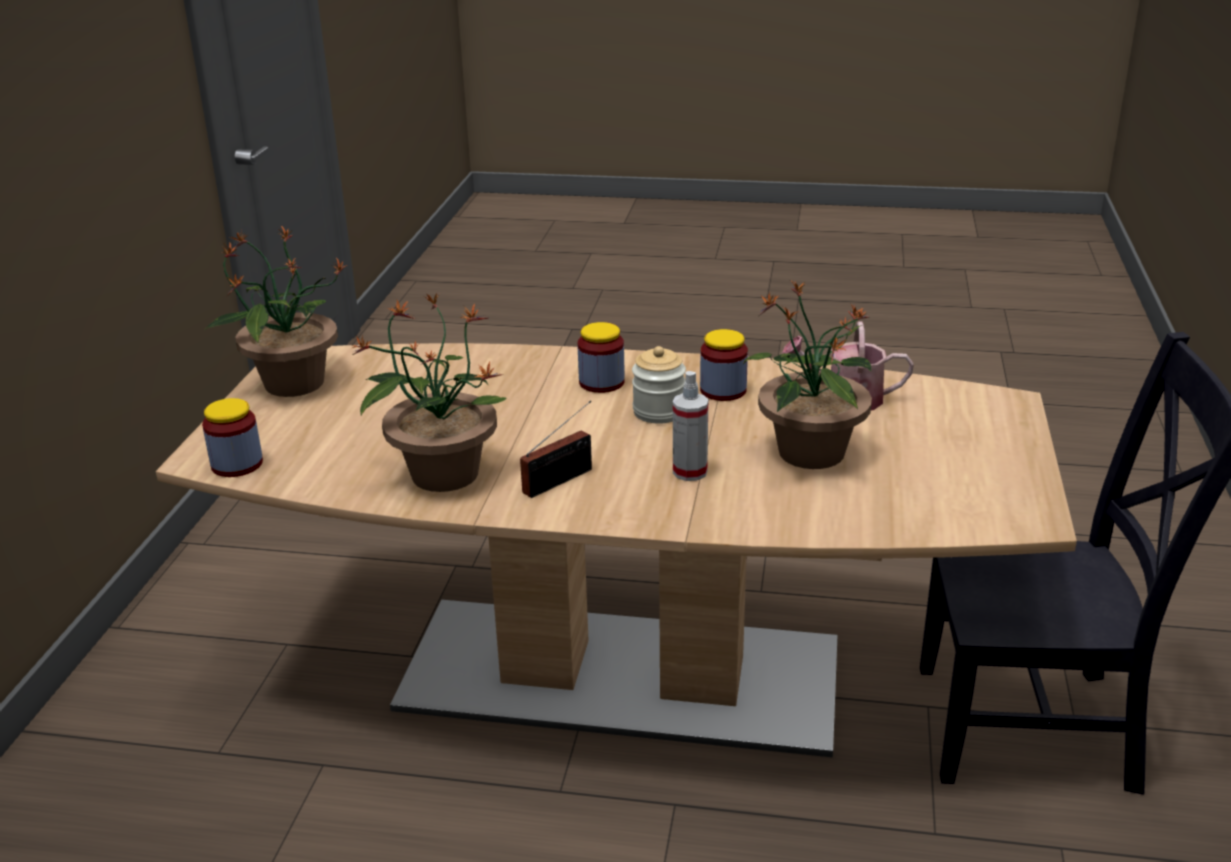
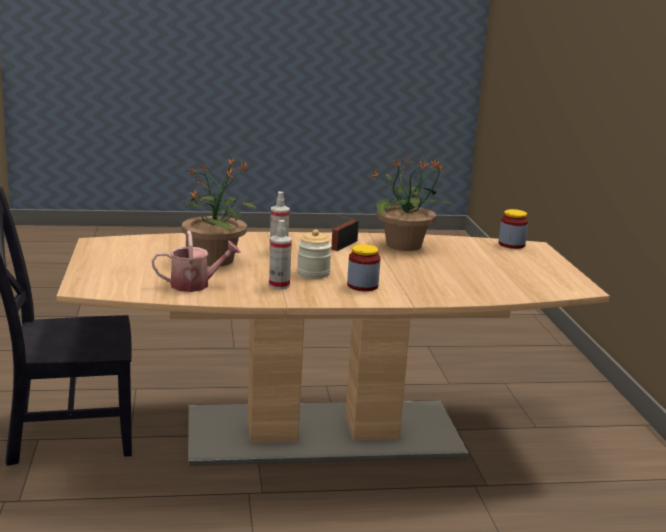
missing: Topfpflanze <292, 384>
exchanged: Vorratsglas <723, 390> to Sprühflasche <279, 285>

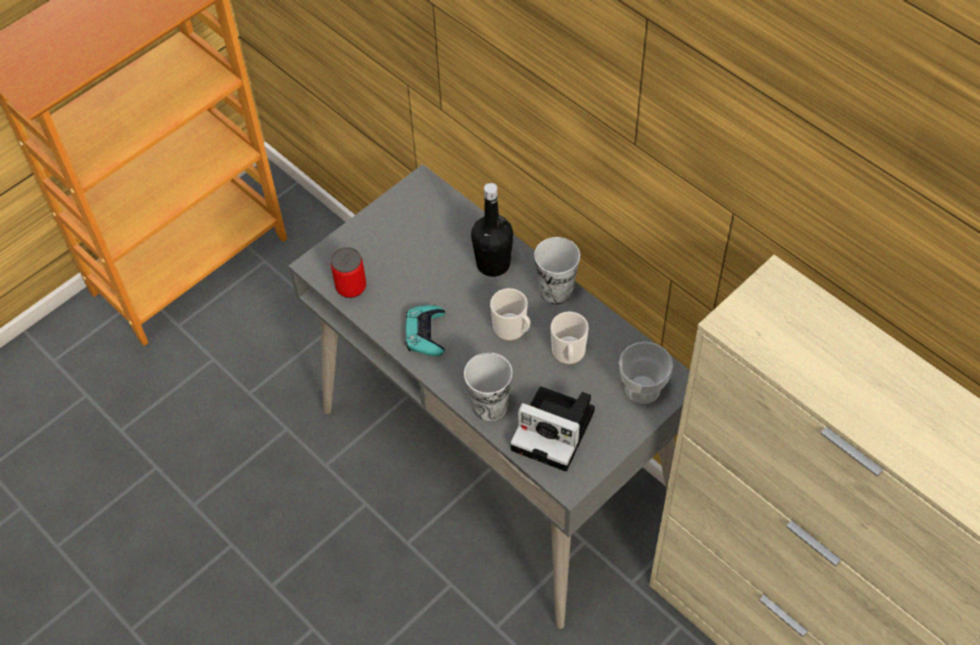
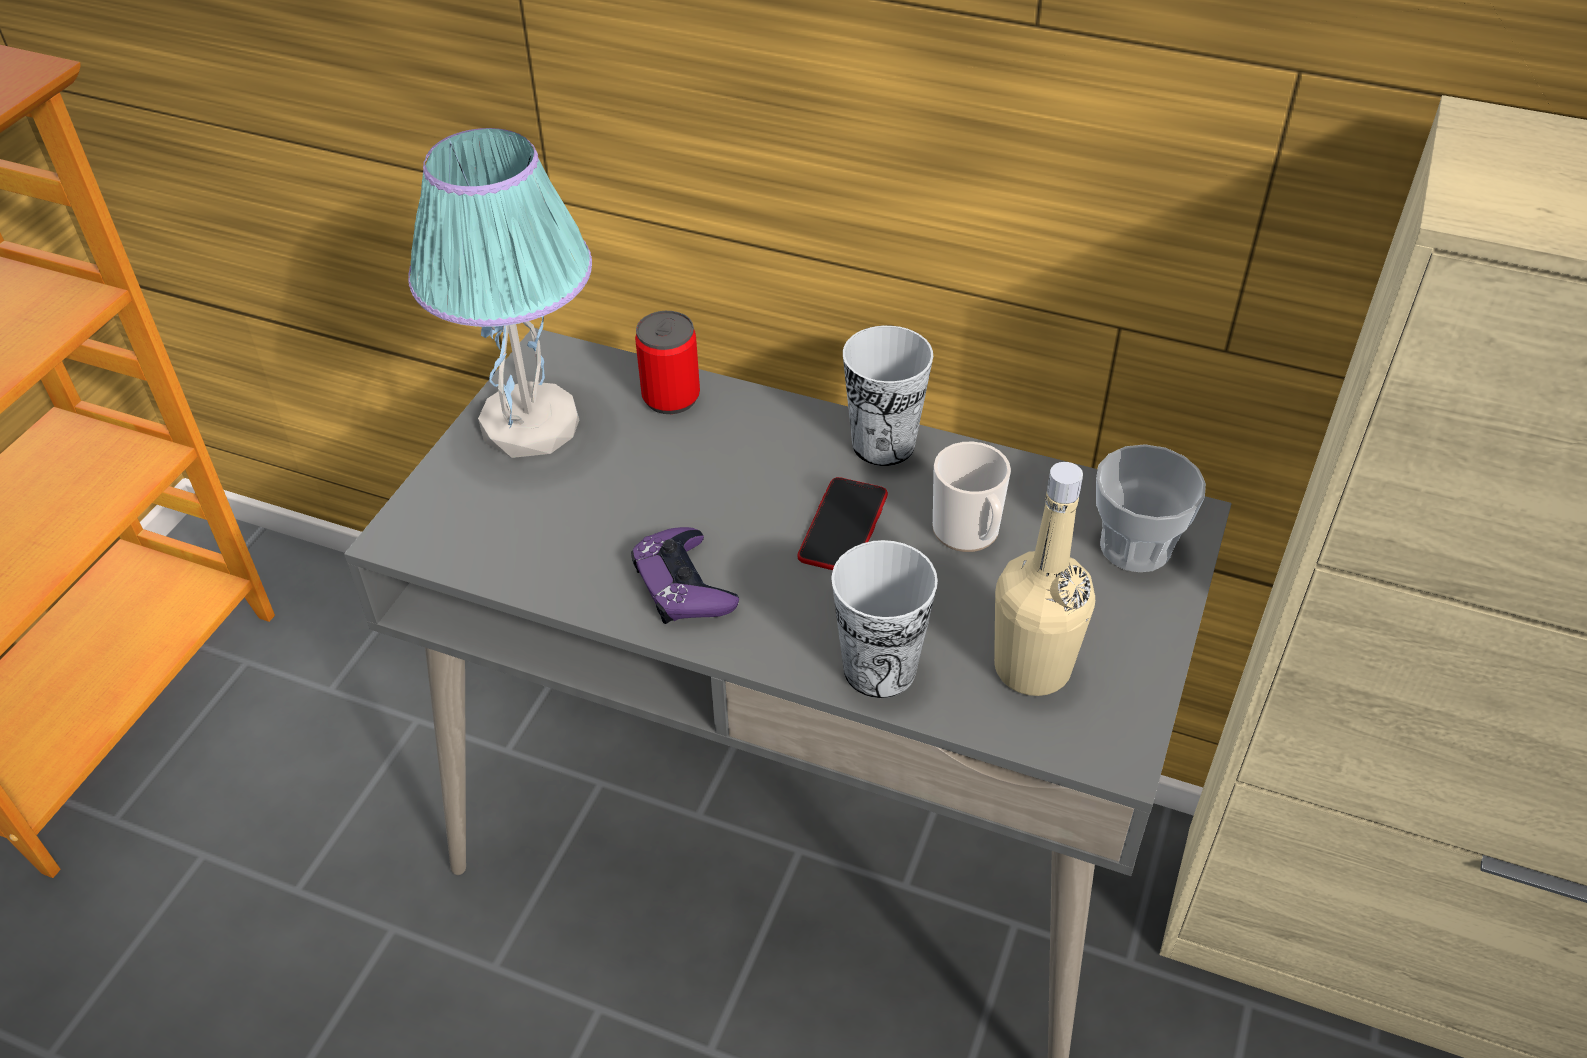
missing: Flasche [schwarz] <493, 264>
appeared: Tischlampe <530, 426>
relocated: Dose <351, 287> to <671, 397>
exchanged: Henkelbecher <512, 329> to Handy <843, 527>; Kamera <556, 430> to Flasche [beige] <1032, 668>
colour: Gamepad [türkis] <426, 334> to Gamepad [lila] <683, 585>

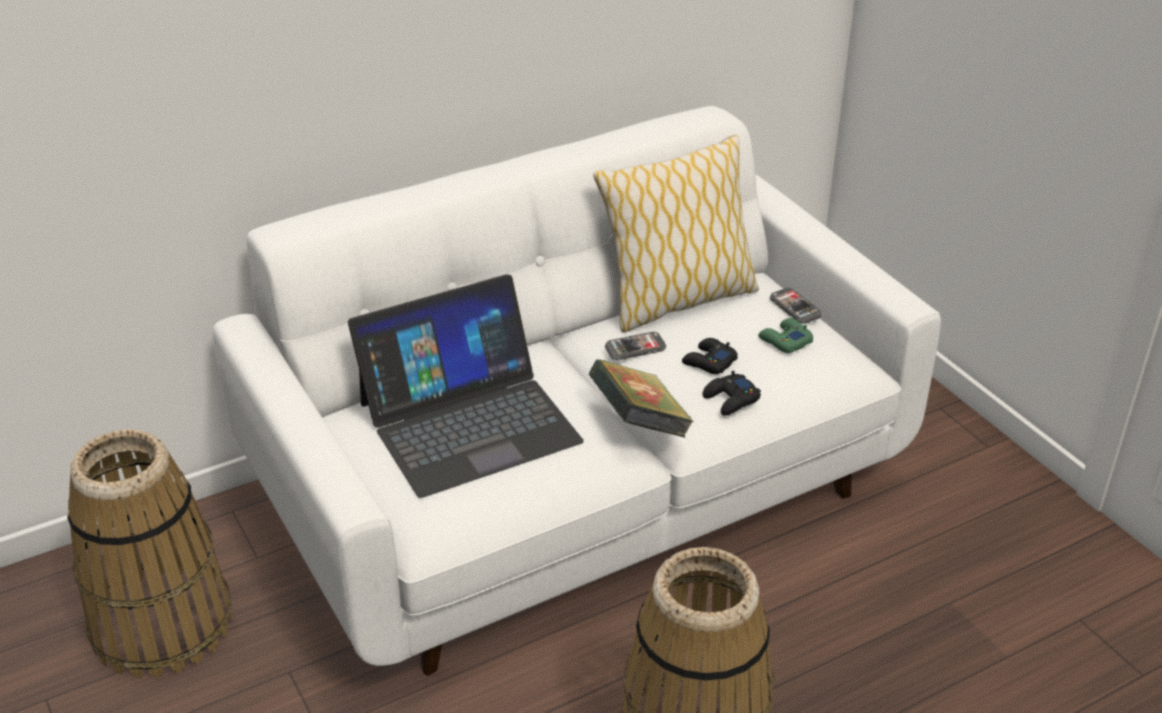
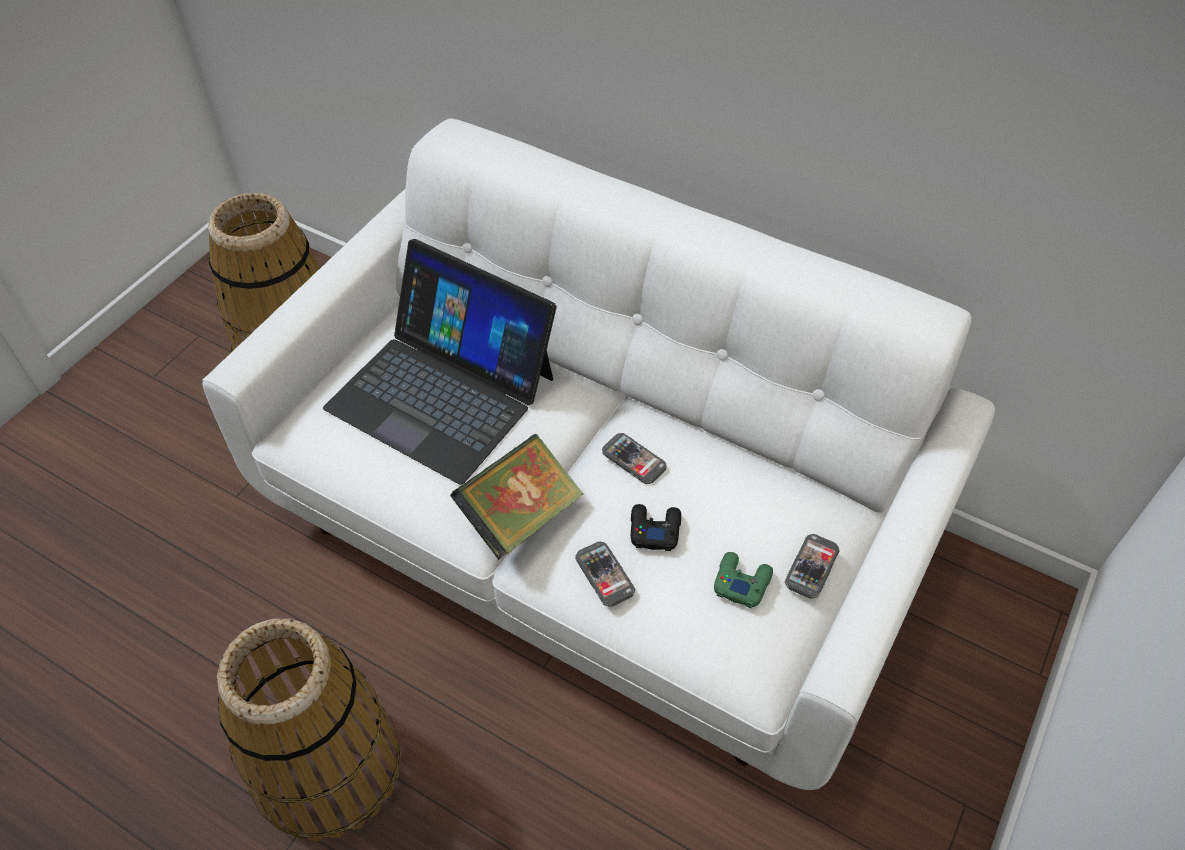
missing: Kissen <677, 301>
exchanged: Gamepad [schwarz] <731, 400> to Handy <604, 575>

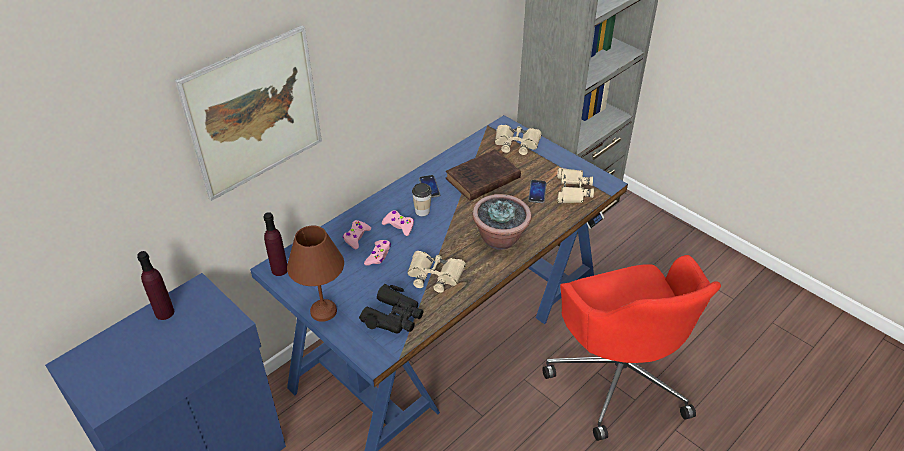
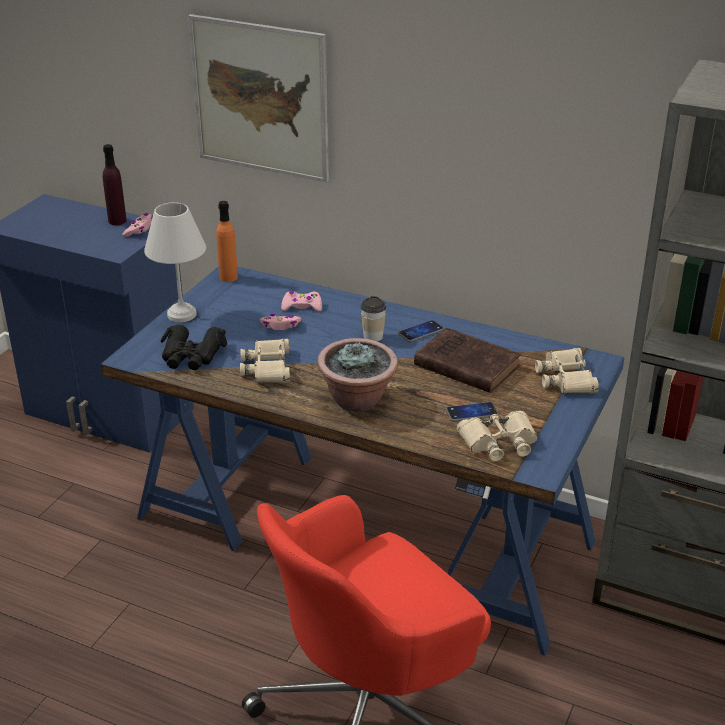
relocated: Gamepad [rosa] <399, 225> to <139, 229>
colour: Flasche [lila] <279, 270> to Flasche [orange] <228, 277>; Tischlampe [braun] <325, 311> to Tischlampe [weiß] <182, 315>

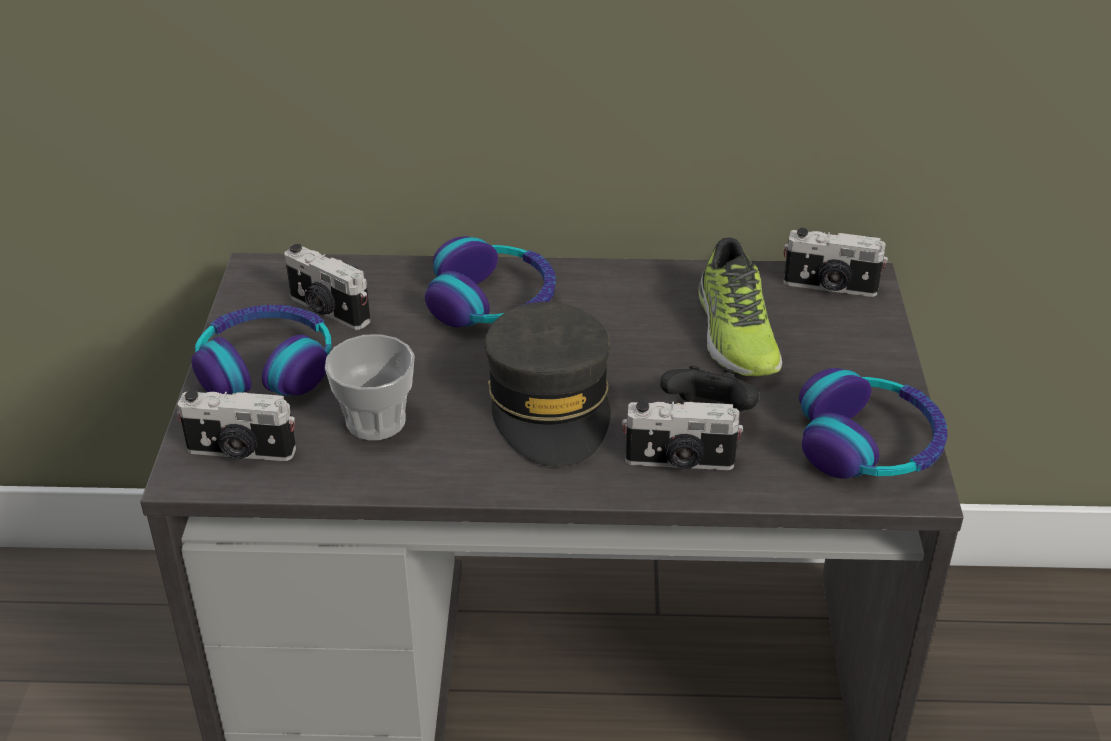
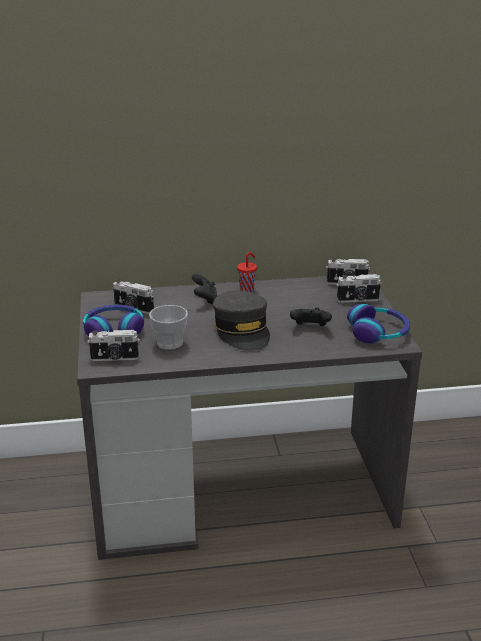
missing: Schuh <734, 333>
appeared: Tasse [rot] <247, 289>
relocated: Kamera <679, 462> to <358, 300>
exchanged: Kopfhörer <492, 302> to Gamepad [schwarz] <205, 299>

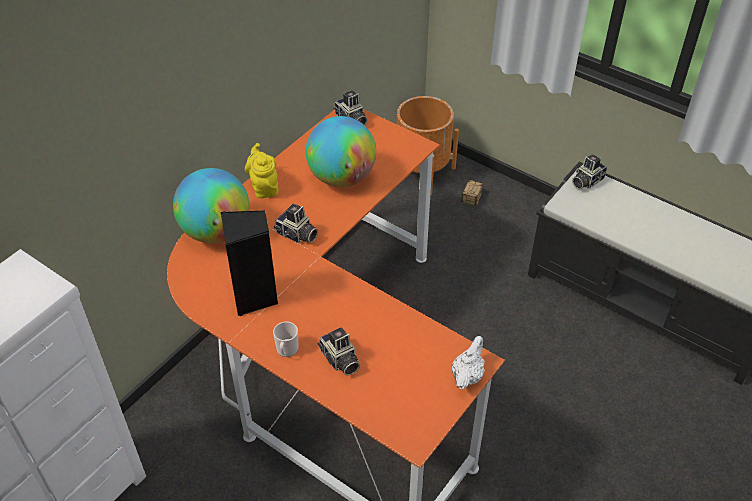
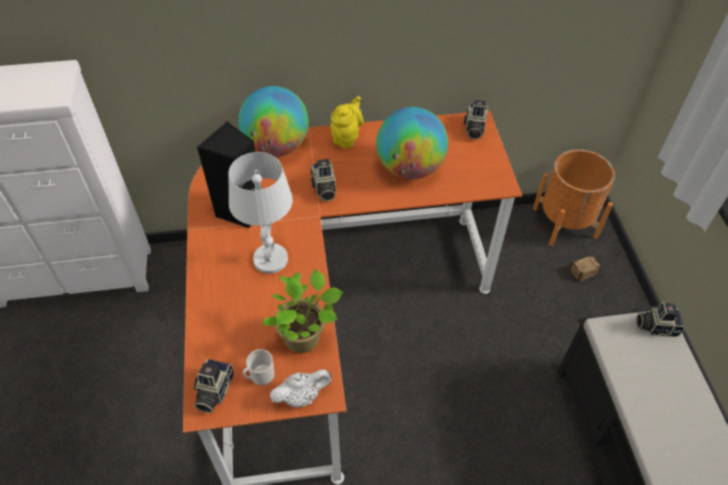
appeared: Tischlampe [weiß] <271, 259>; Topfpflanze <305, 338>
relocated: Henkelbecher <286, 350> to <260, 376>; Kamera <339, 360> to <213, 391>

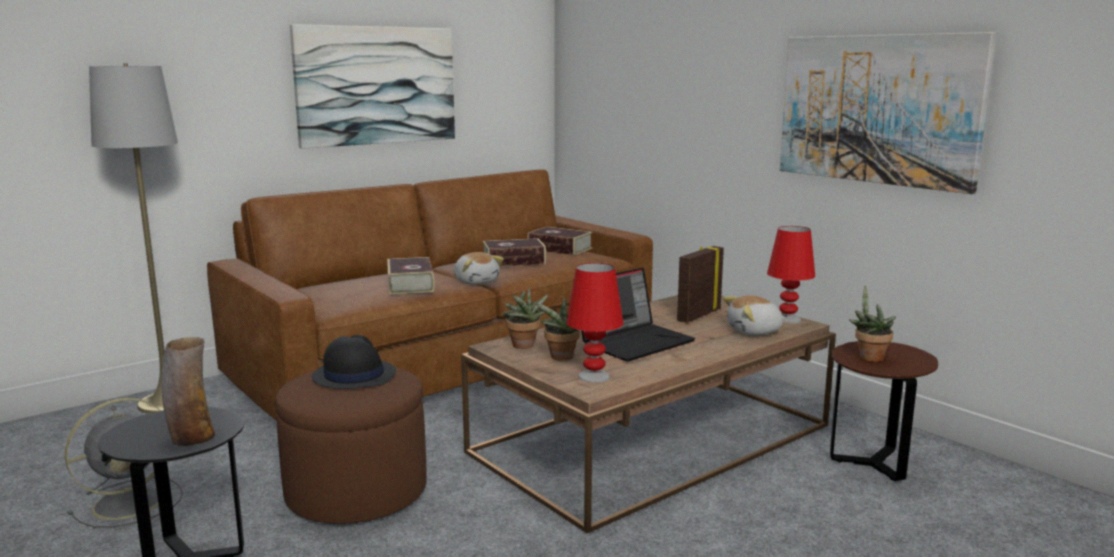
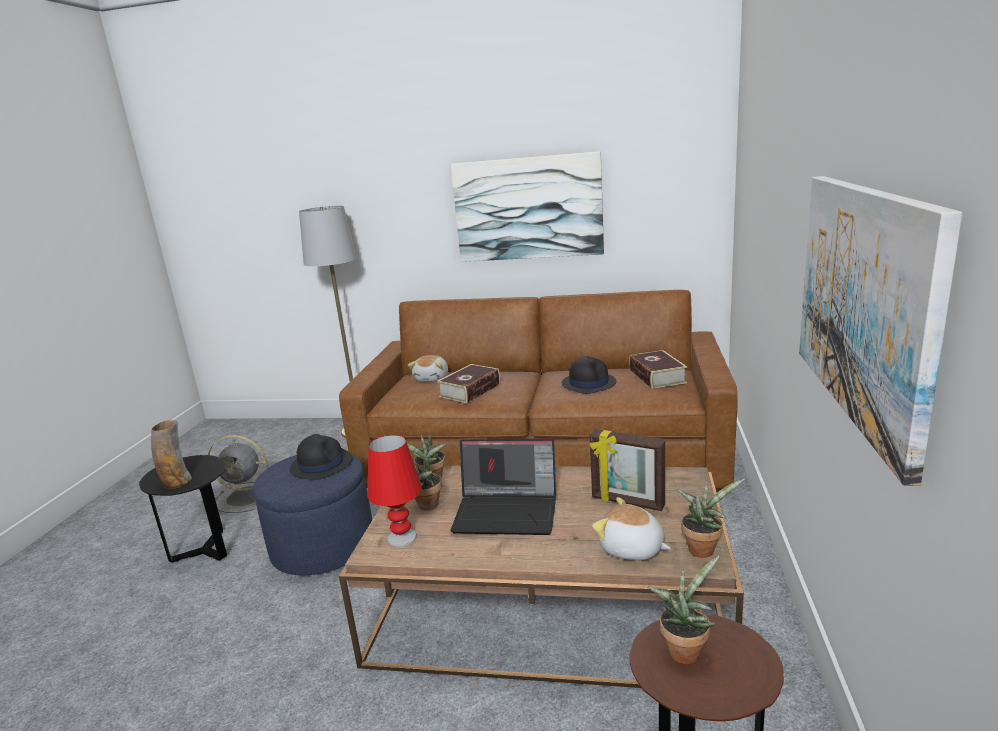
relocated: Plüschtier <476, 281> to <432, 378>
exchanged: Buch <514, 261> to Hut [schwarz] <588, 383>; Tischlampe [rot] <787, 319> to Topfpflanze <703, 548>
colour: Polsterhocker [braun] <356, 491> to Polsterhocker [blau] <323, 546>
spun: Bilderrahmen <698, 315> = <627, 502> 150 degrees counterclockwise

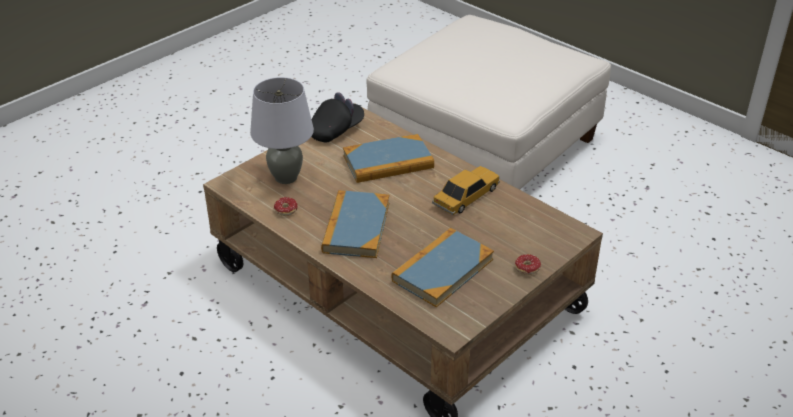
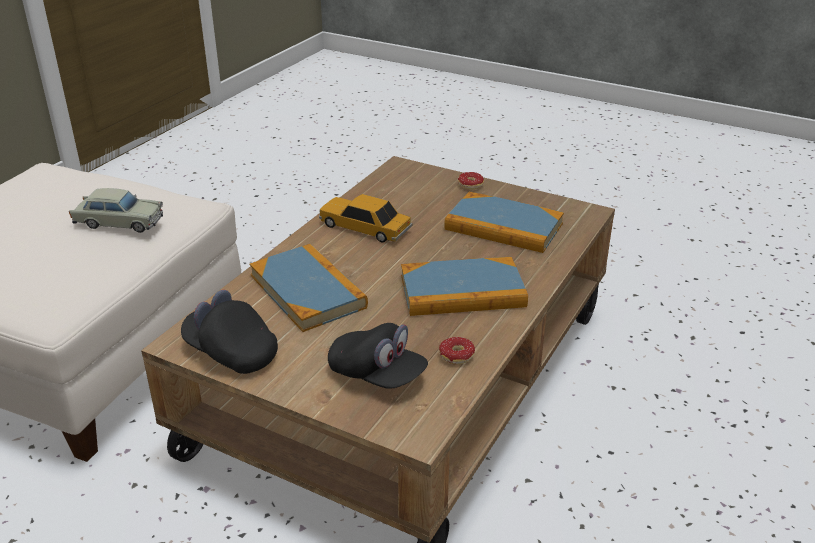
appeared: Spielzeugauto [beige] <119, 222>
exchanged: Tischlampe [grau] <286, 177> to Kappe [schwarz] <377, 375>

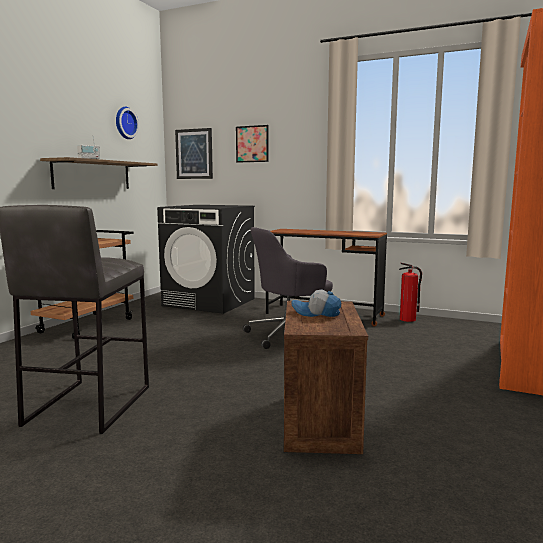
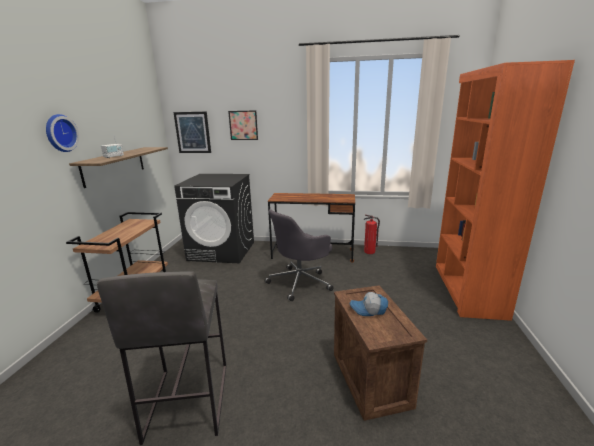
relocated: Wanduhr <125, 123> to <59, 133>

